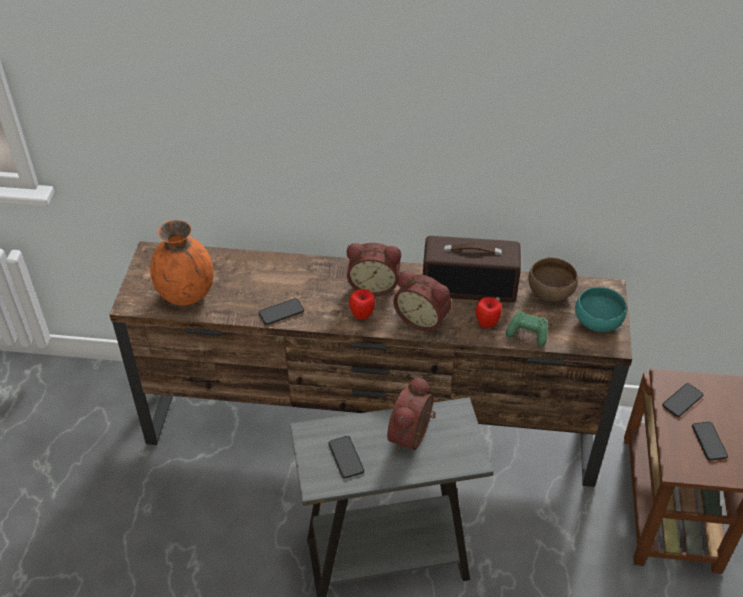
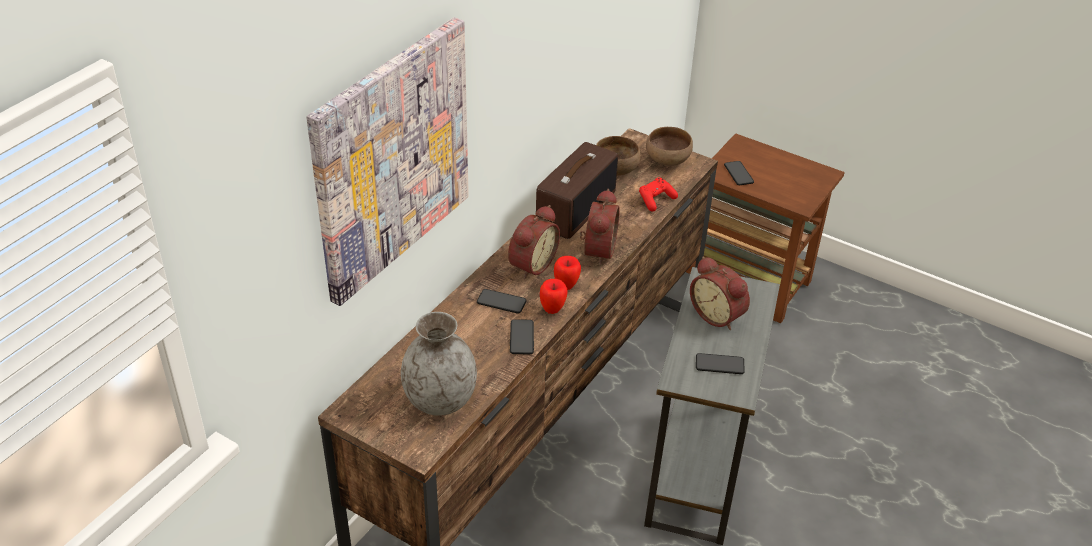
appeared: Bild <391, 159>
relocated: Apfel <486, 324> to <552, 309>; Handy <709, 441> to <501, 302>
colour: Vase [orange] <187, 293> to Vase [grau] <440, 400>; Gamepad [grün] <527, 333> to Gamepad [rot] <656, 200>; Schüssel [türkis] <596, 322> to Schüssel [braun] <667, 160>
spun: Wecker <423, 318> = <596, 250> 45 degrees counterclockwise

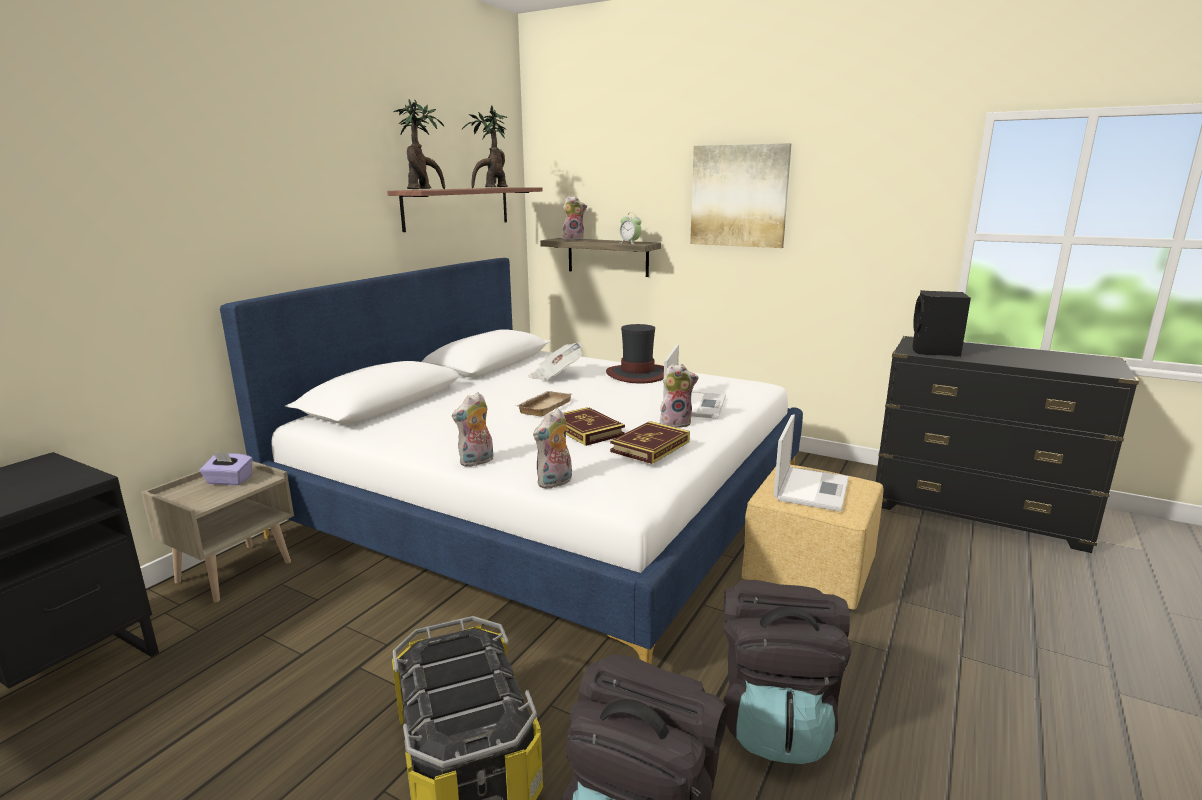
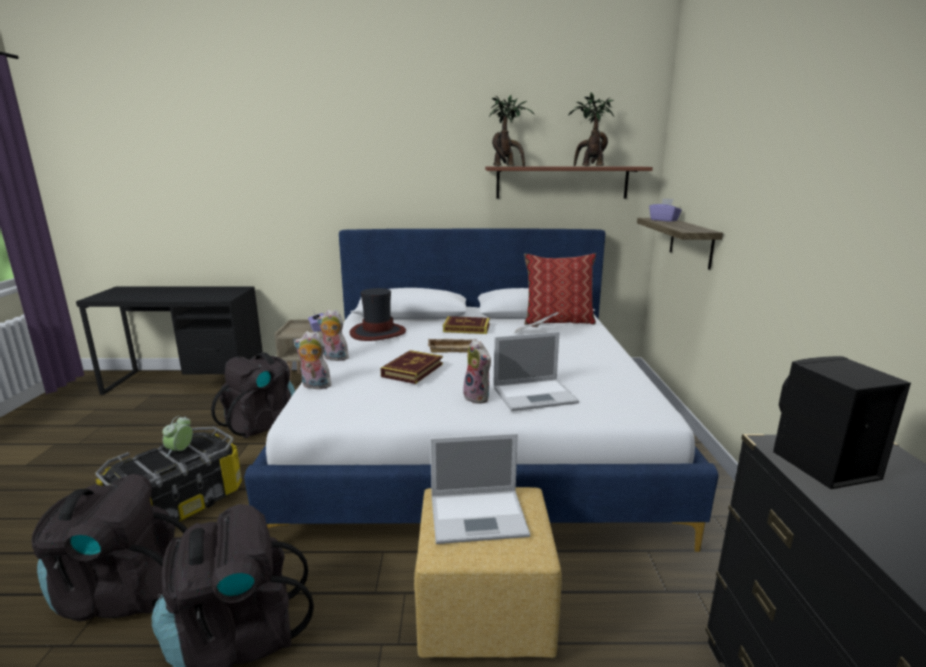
missing: Bild <739, 196>
appeared: Rucksack [schwarz] <262, 423>; Kissen <558, 321>
relocated: Hut <637, 374> to <377, 332>; Buch <650, 446> to <466, 328>; Wecker <630, 243> to <180, 451>
exchanged: Plüschtier <573, 239> to Taschentuchbox [lila] <664, 220>

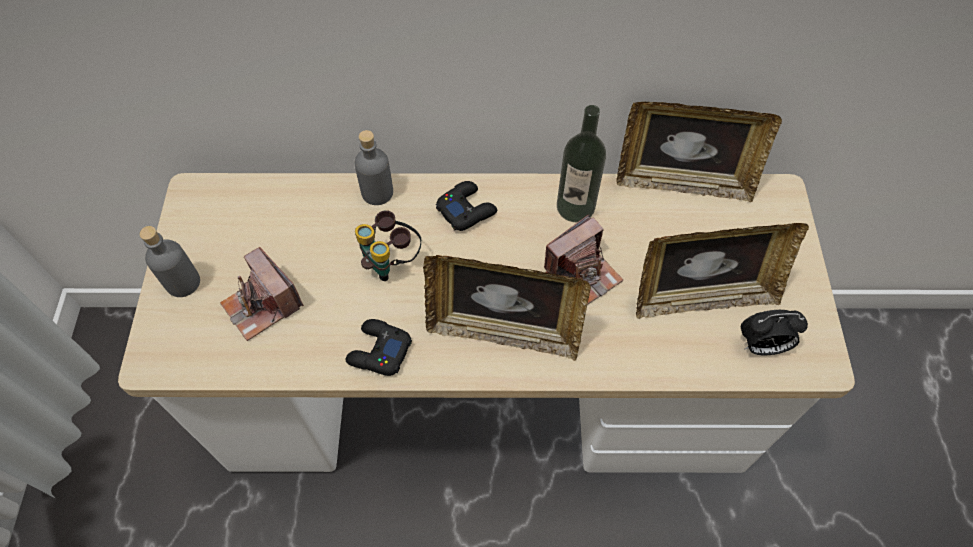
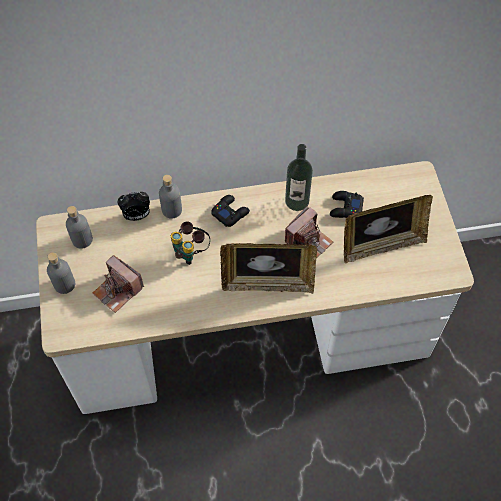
missing: Bilderrahmen <682, 182>
appeared: Flasche [grau] <82, 239>
relocated: Gamepad [schwarz] <378, 351> to <345, 208>; Wecker <761, 346> to <136, 216>

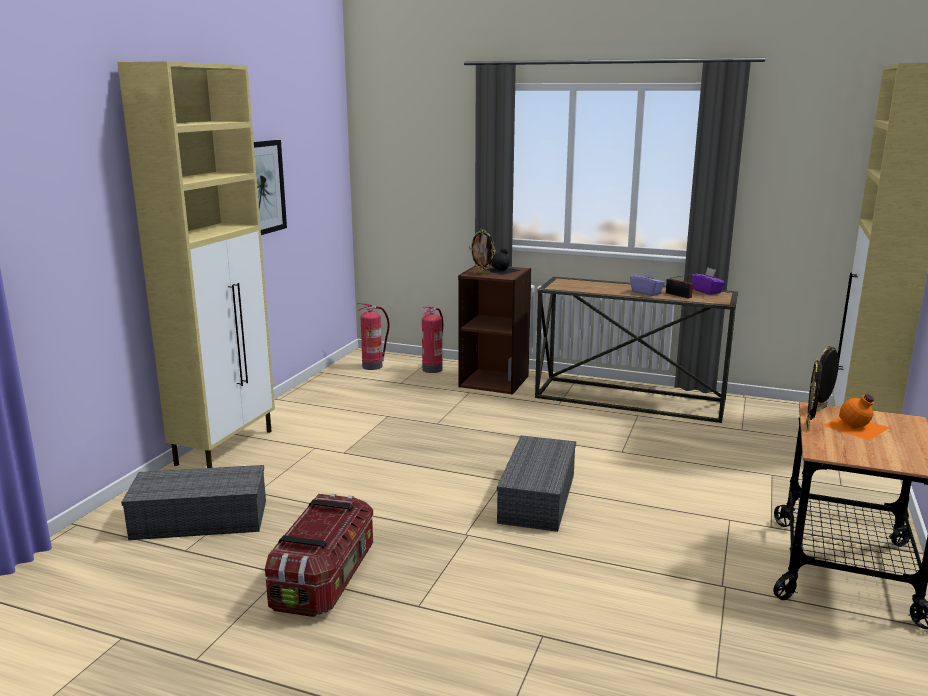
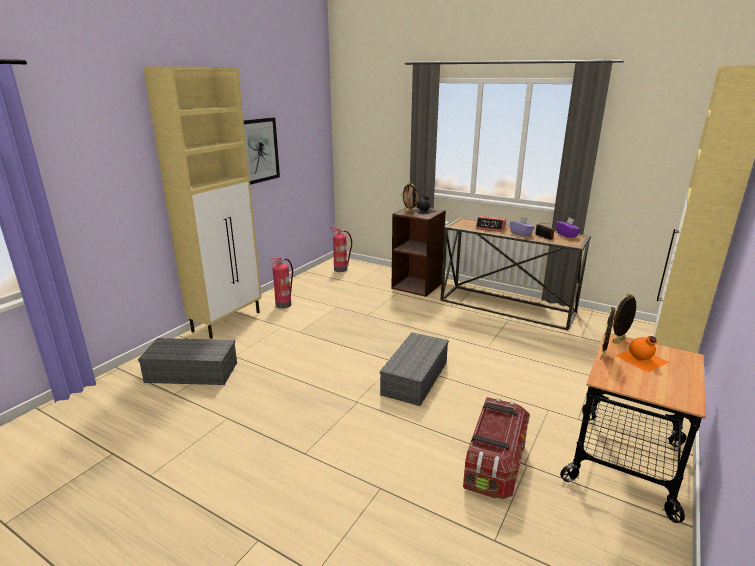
appeared: Wecker <490, 227>
relocated: Aufbewahrungsbox <325, 578> to <495, 463>; Feuerlöscher <432, 369> to <284, 304>

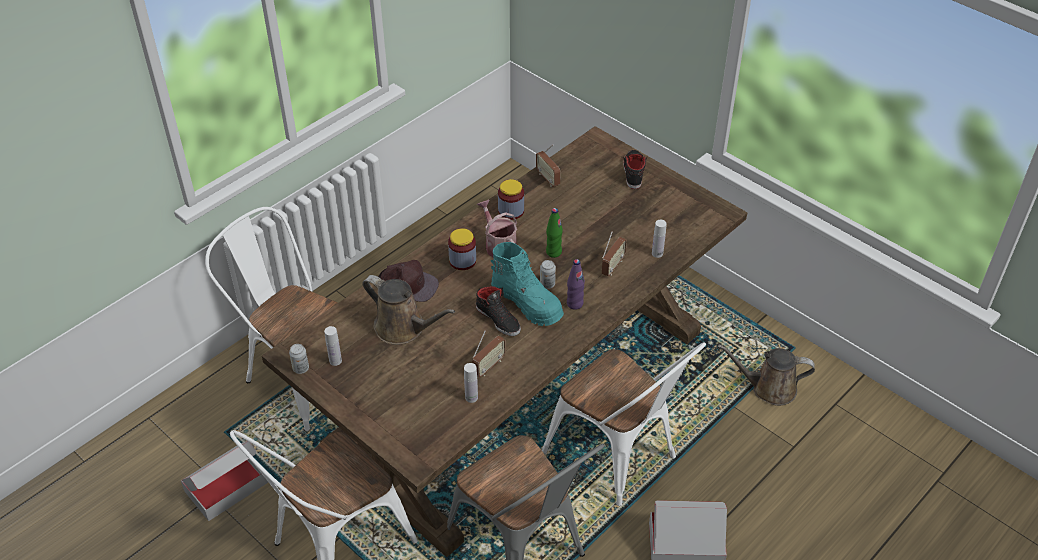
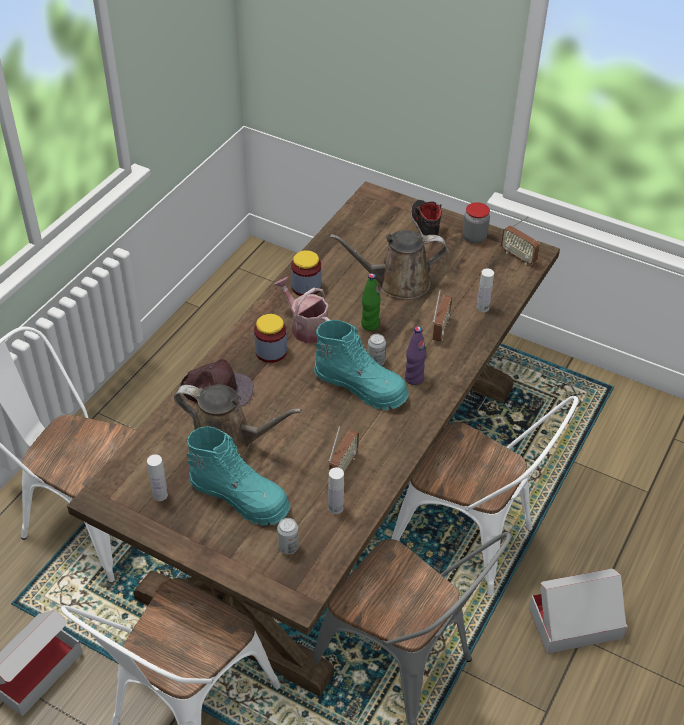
missing: Schuh [schwarz] <498, 319>
appeared: Stiefel [türkis] <240, 497>; Vorratsglas <474, 237>
relocated: Dose <301, 368> to <288, 547>; Radio <548, 179> to <518, 256>; Gießkanne [braun] <769, 388> to <397, 283>

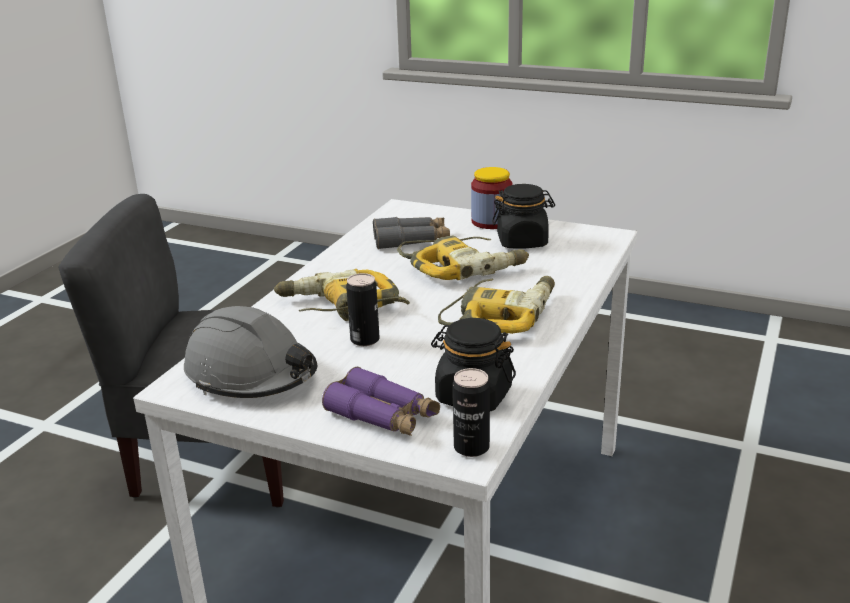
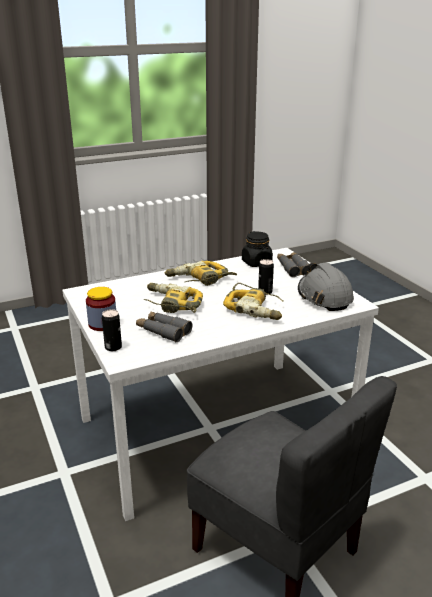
missing: Vorratsglas [schwarz] <522, 241>
relocated: Dose <471, 447> to <113, 347>
colour: Fernglas [lila] <383, 416> to Fernglas [grau] <293, 268>

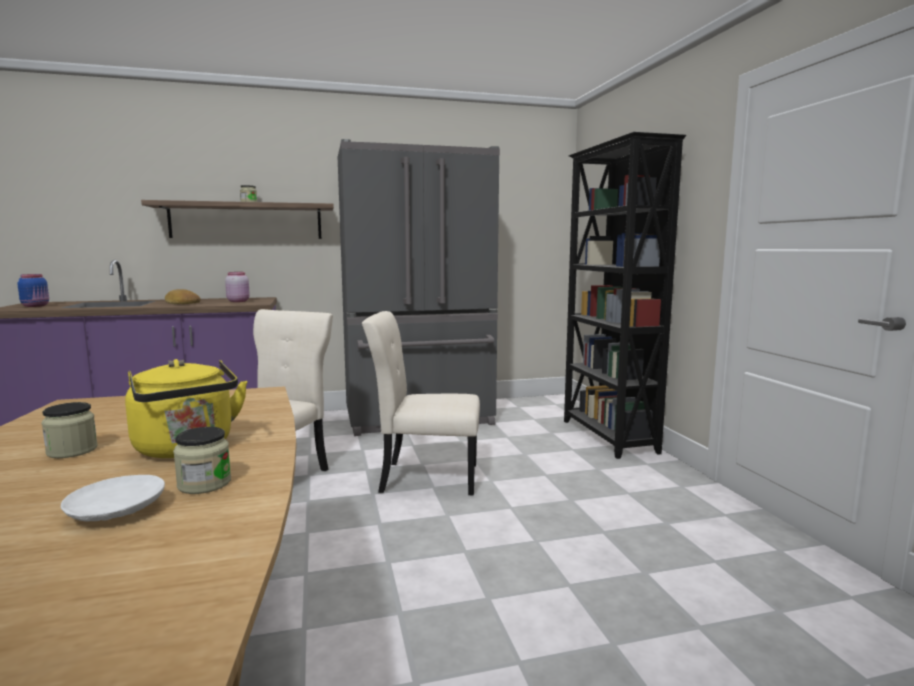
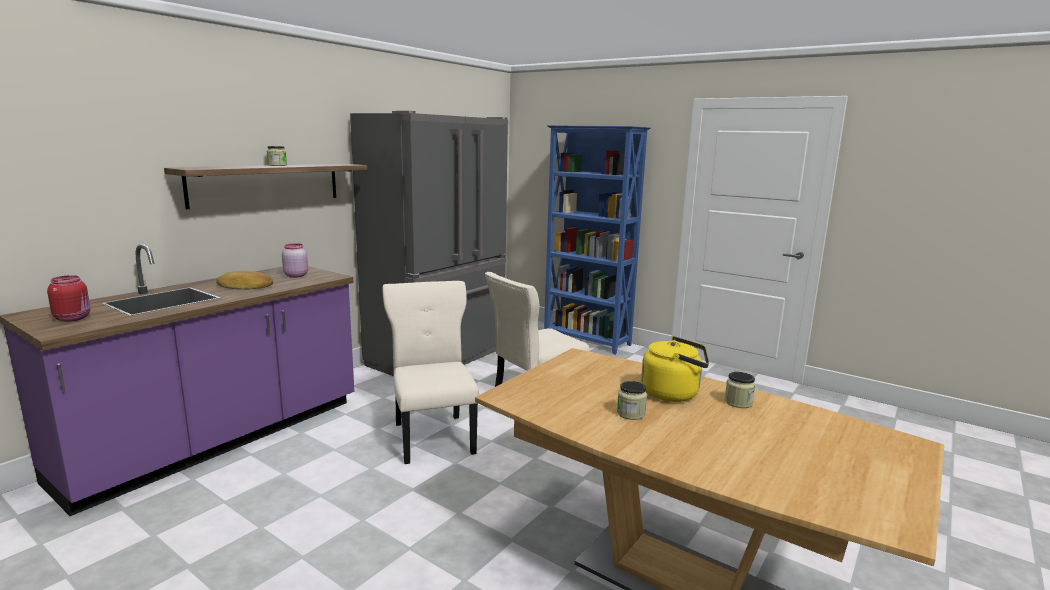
missing: Teller [weiß] <115, 511>
colour: Vorratsglas [blau] <36, 306> to Vorratsglas [rot] <73, 318>; Bücherregal [schwarz] <607, 437> to Bücherregal [blau] <587, 341>

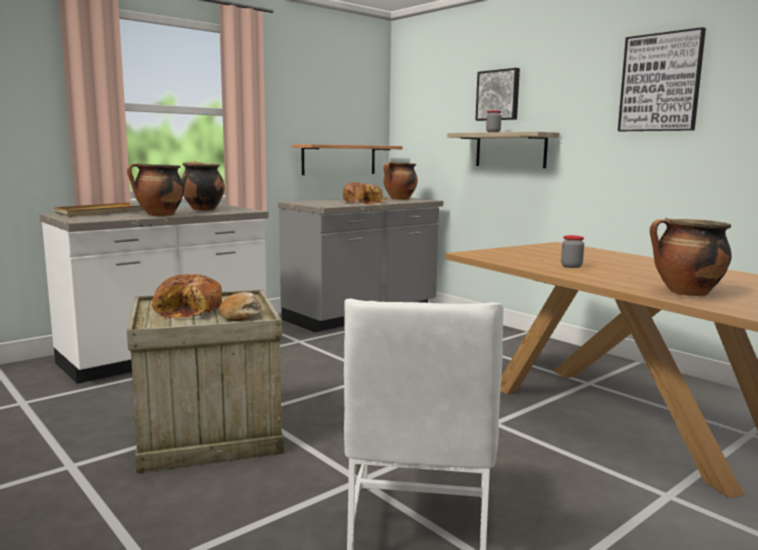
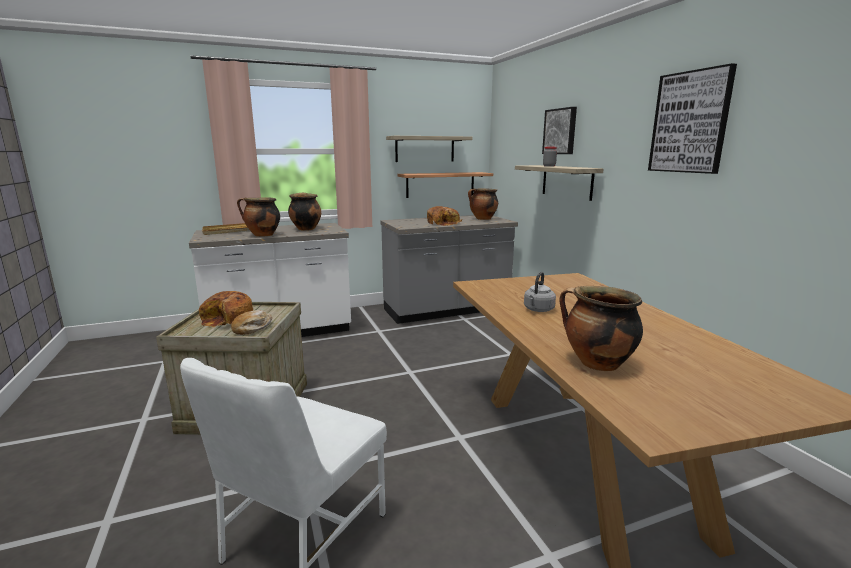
appeared: Wandregal <425, 149>
exchanged: Vorratsglas <571, 266> to Wasserkessel [grau] <538, 310>

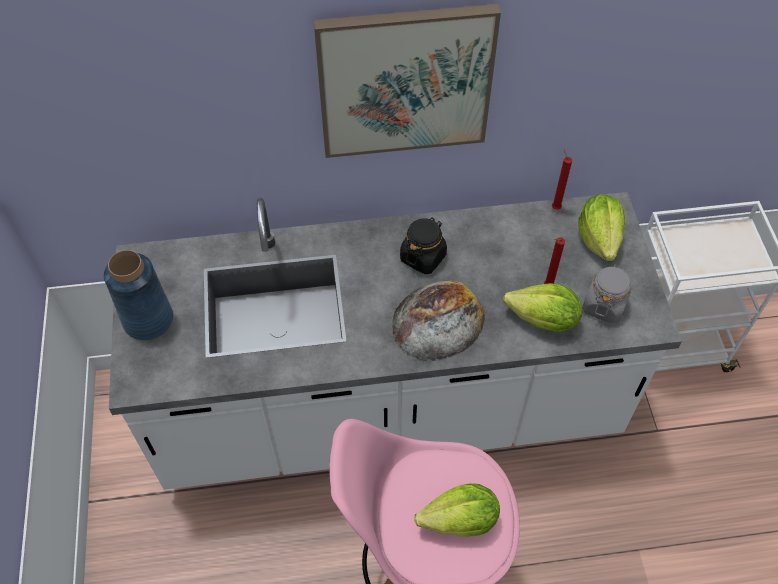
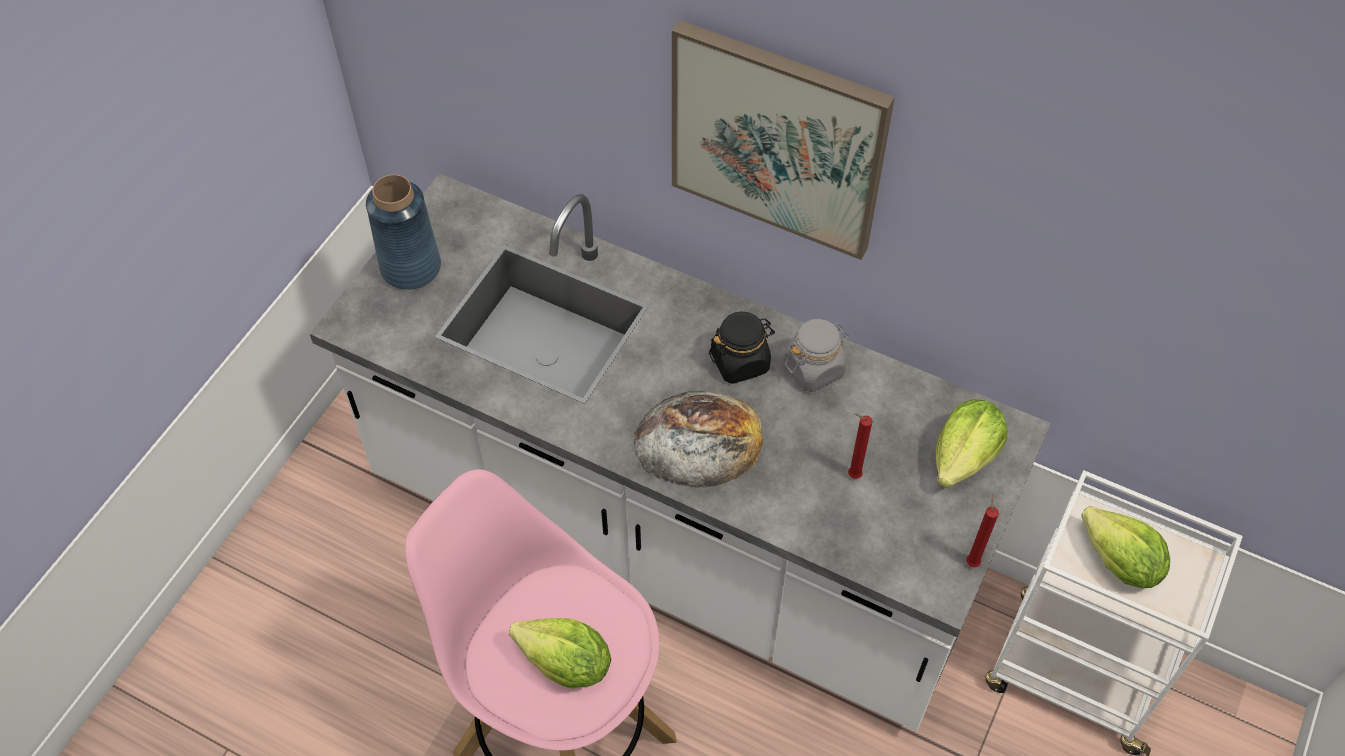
relocated: Salatkopf <543, 321> to <1119, 563>; Kerze [rot] <555, 207> to <972, 561>; Vorratsglas [grau] <604, 305> to <814, 369>

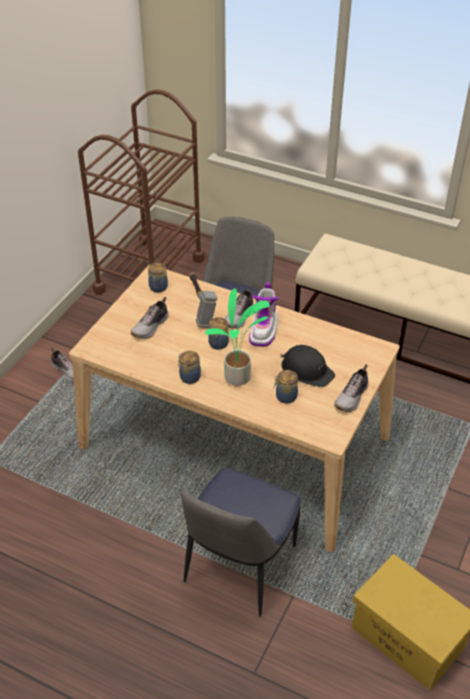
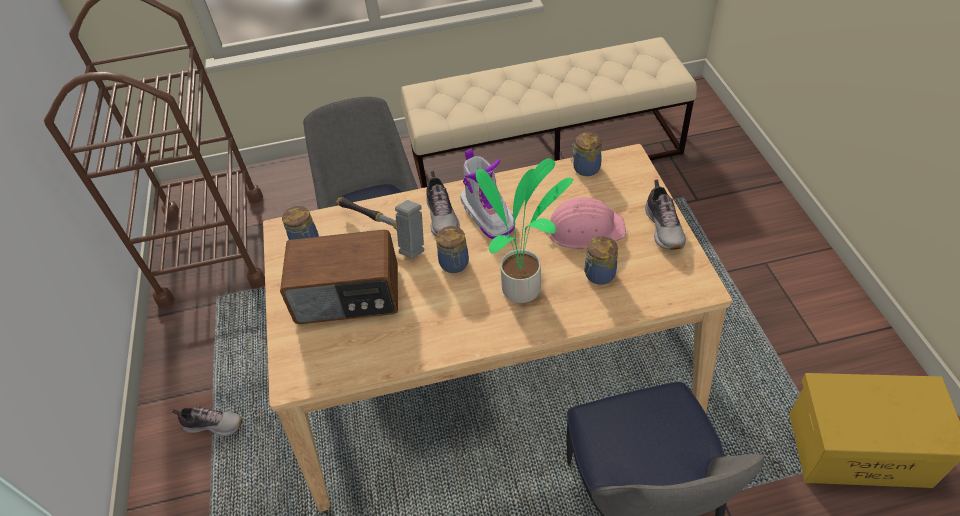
relocated: Vorratsglas <189, 377> to <585, 168>
exchanged: Schuh <151, 326> to Radio <348, 296>
colour: Schutzhelm [schwarz] <306, 370> to Schutzhelm [rosa] <584, 229>

